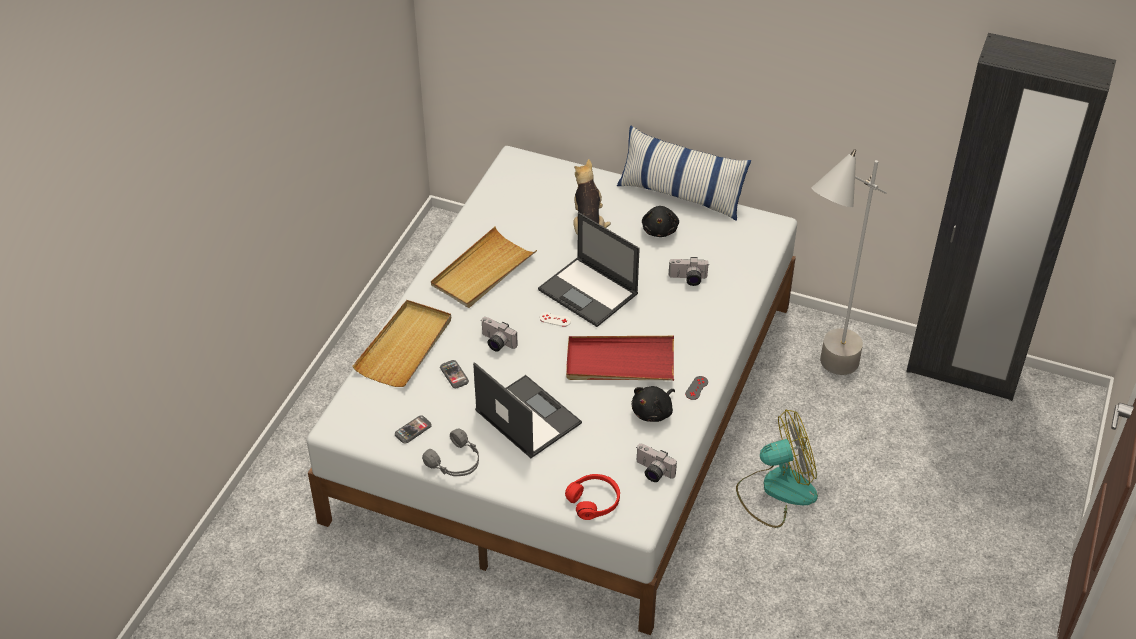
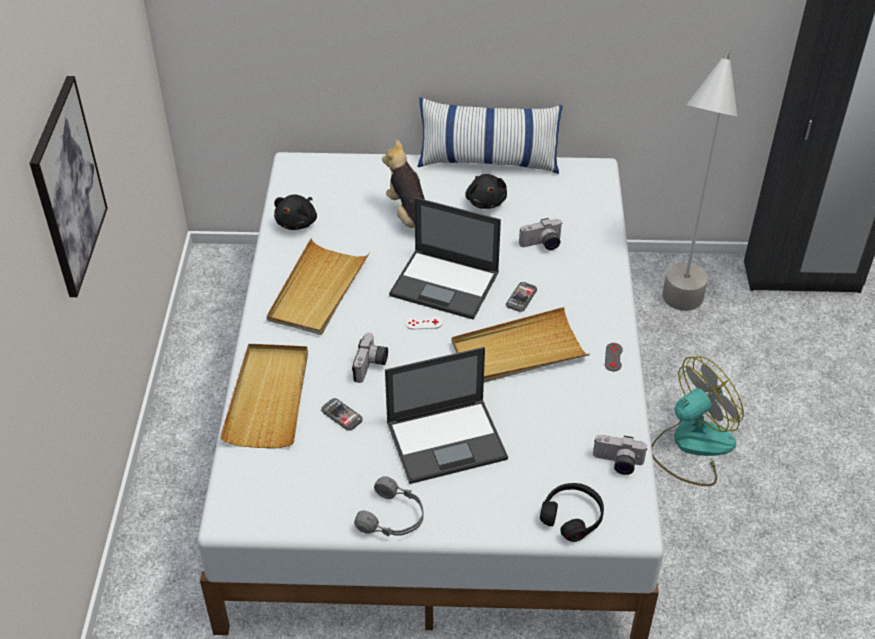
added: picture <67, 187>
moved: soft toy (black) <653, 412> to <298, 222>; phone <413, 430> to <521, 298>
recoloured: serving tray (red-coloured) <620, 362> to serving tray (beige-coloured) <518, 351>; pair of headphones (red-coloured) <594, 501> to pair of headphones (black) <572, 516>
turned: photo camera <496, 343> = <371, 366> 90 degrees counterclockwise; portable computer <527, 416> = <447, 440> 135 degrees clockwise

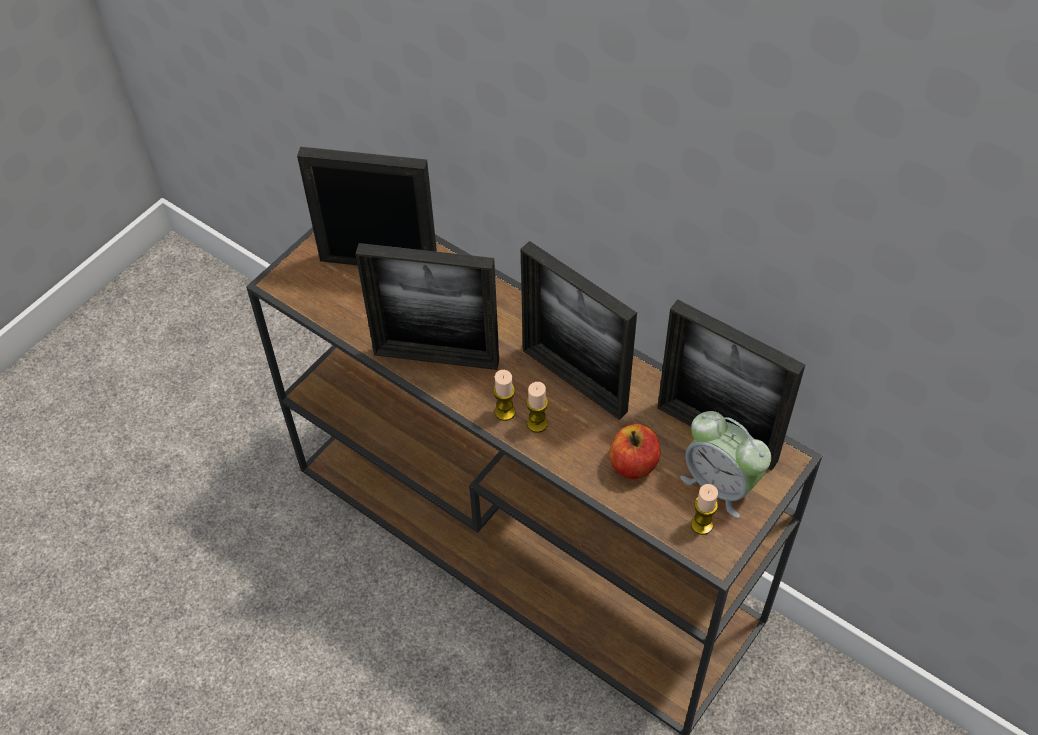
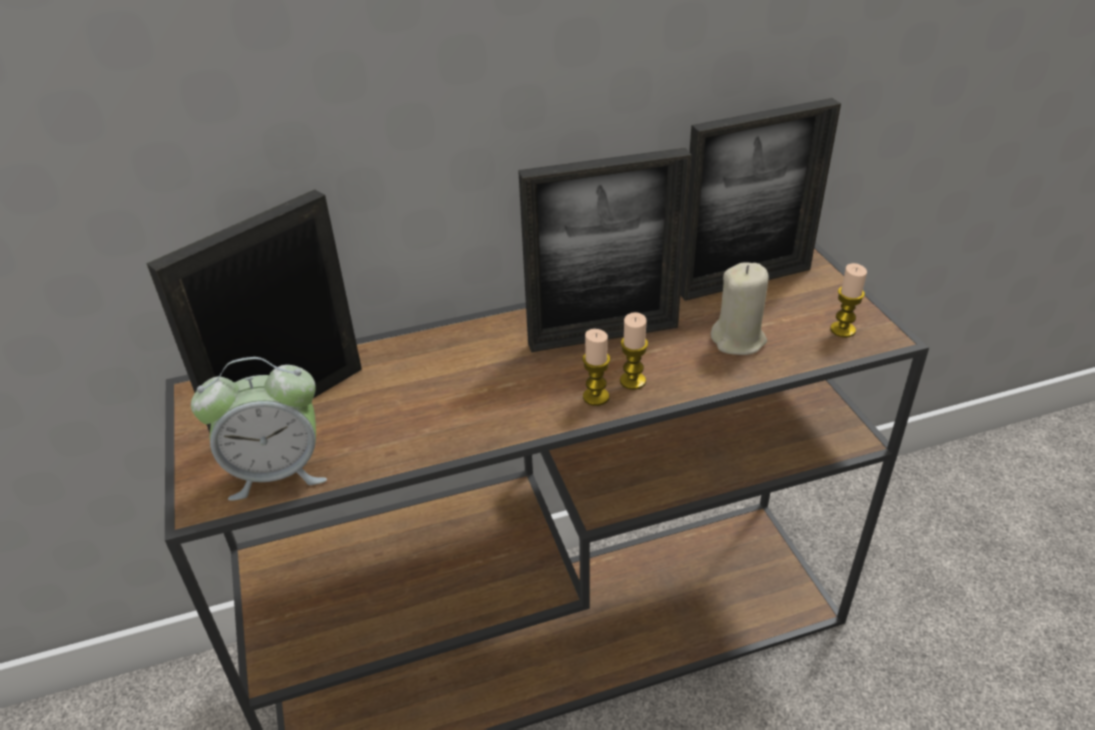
removed: standing frame <436, 357>
moved: alarm clock <720, 484> to <277, 472>
replaced: apple <633, 464> to wax candle (beige-coloured) <738, 340>

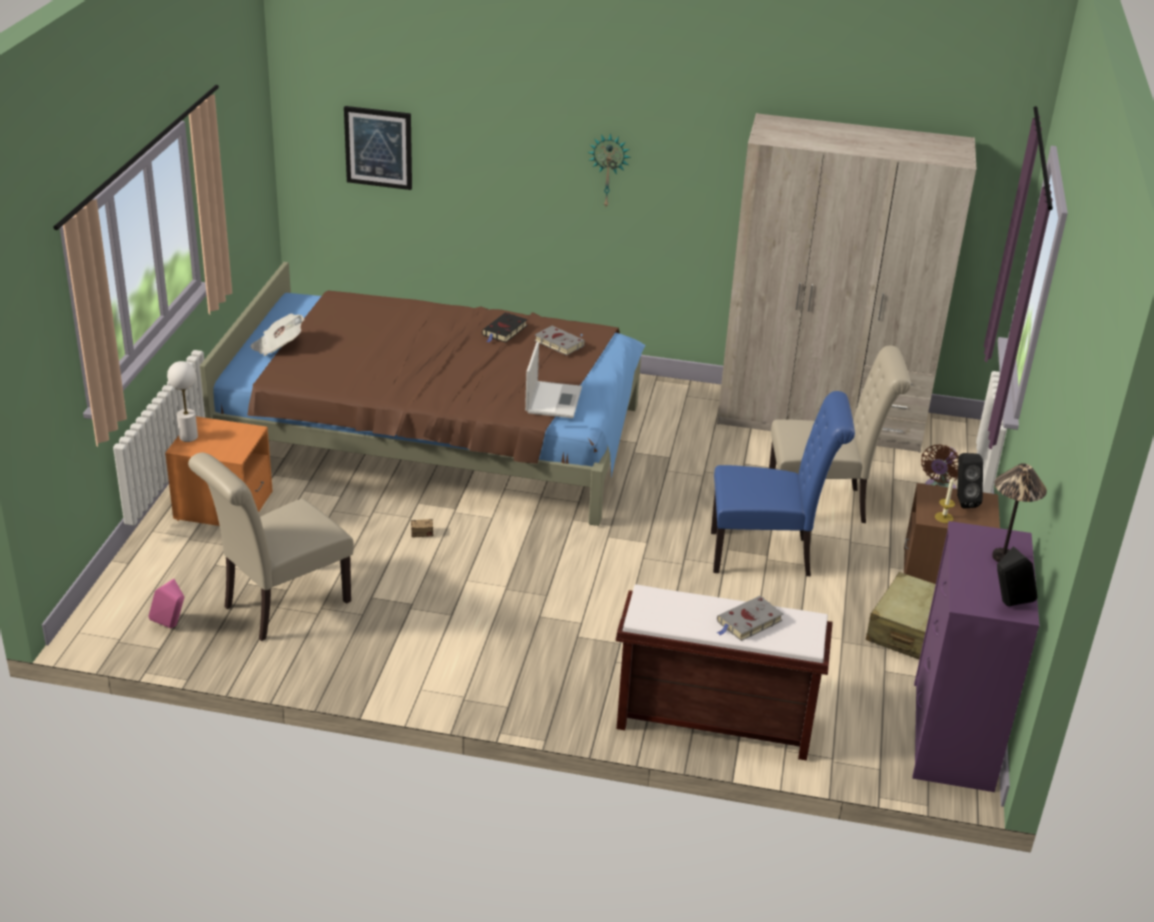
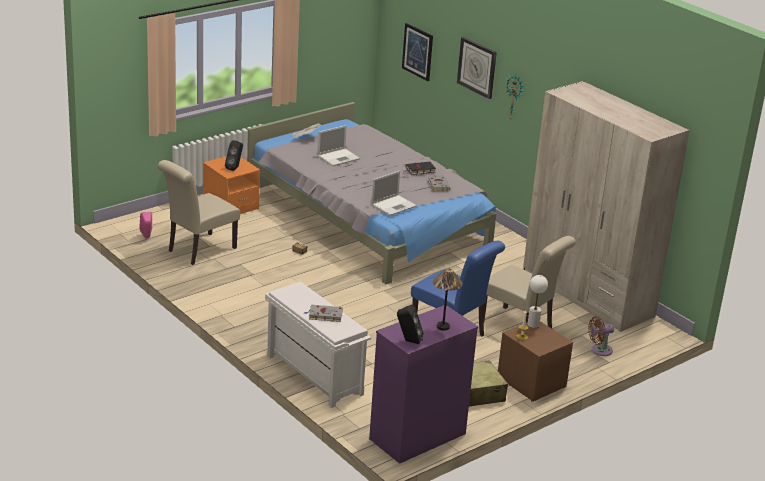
added: portable computer <339, 157>; hanging clock <477, 67>
moved: speaker (black) <962, 501> to <235, 168>; tabletop lamp (whitish) <188, 437> to <533, 324>
recoloured: bedroom bed (brown) <436, 436> to bedroom bed (gray) <367, 218>; indoor bench (brown) <712, 721> to indoor bench (whitish) <313, 374>
turned: chair (beige-coloured) <279, 606> = <198, 250> 45 degrees counterclockwise

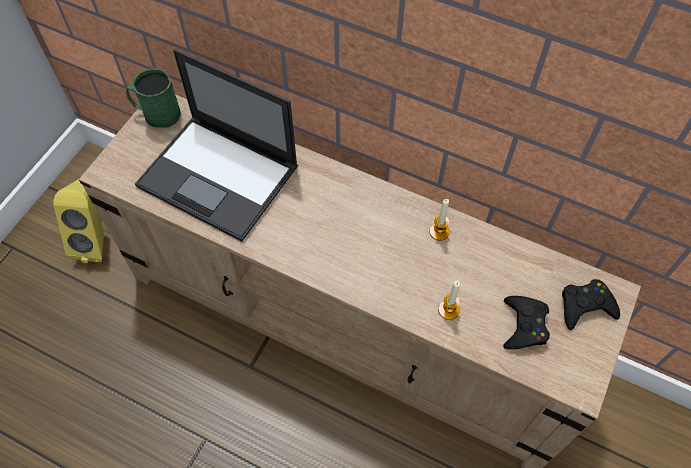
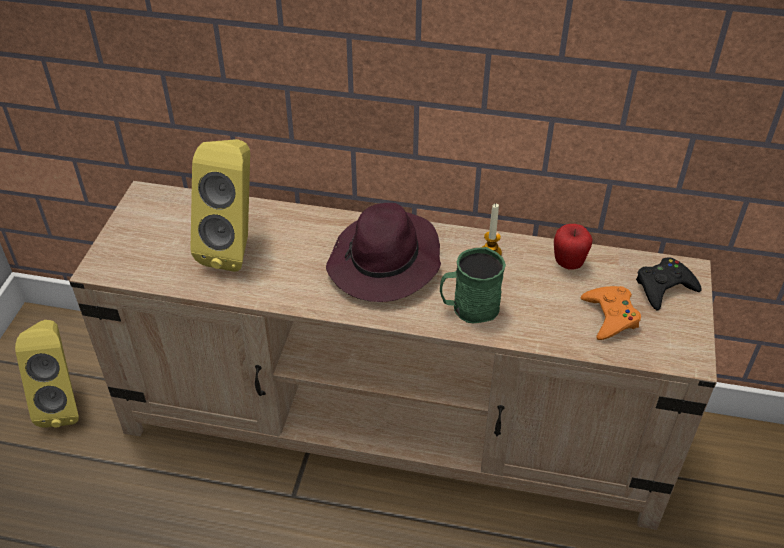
removed: wax candle <448, 310>
added: clothing hat (purplish) <385, 263>; apple <568, 263>
moved: tea mug (green) <157, 114> to <469, 308>
replaced: portable computer <220, 177> to speaker (yellowish) <235, 248>
recoloured: joypad (black) <524, 325> to joypad (orange-coloured) <610, 316>

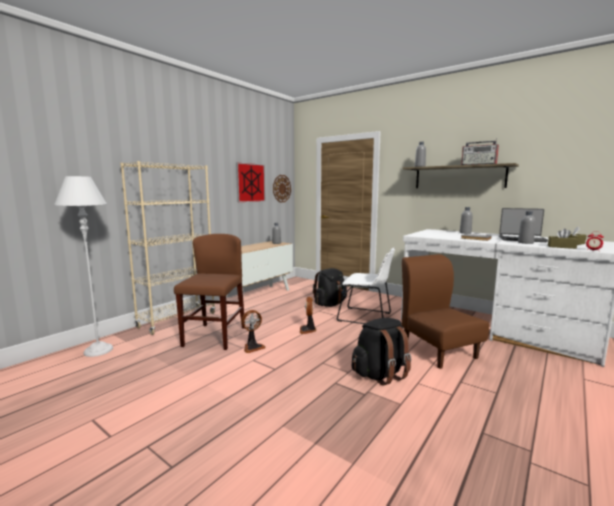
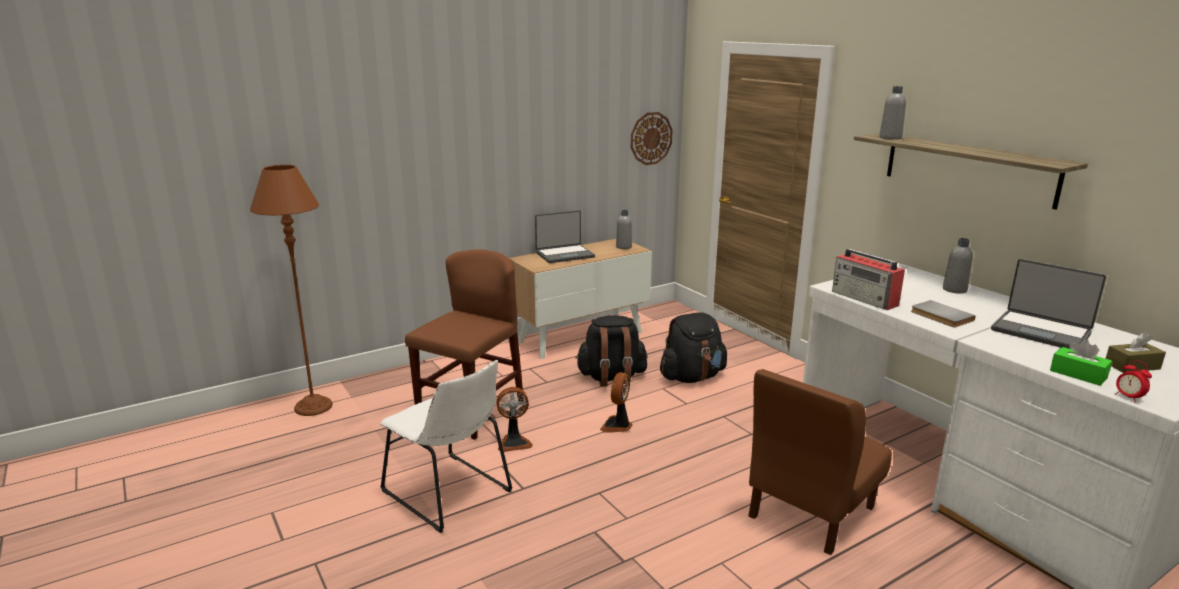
removed: bookshelf (beige-coloured) <177, 320>; picture <250, 182>; drink bottle (gray) <525, 242>
added: portable computer <564, 255>
moved: chair (whitish) <367, 317> to <450, 494>; backpack (black) <380, 374> to <611, 378>; radio <479, 164> to <865, 299>
recoloured: standing lamp (gray) <98, 350> to standing lamp (brown) <313, 407>; box of tissues (brown) <561, 247> to box of tissues (green) <1078, 374>
turned: chair (brown) <438, 350> = <810, 512> 135 degrees counterclockwise

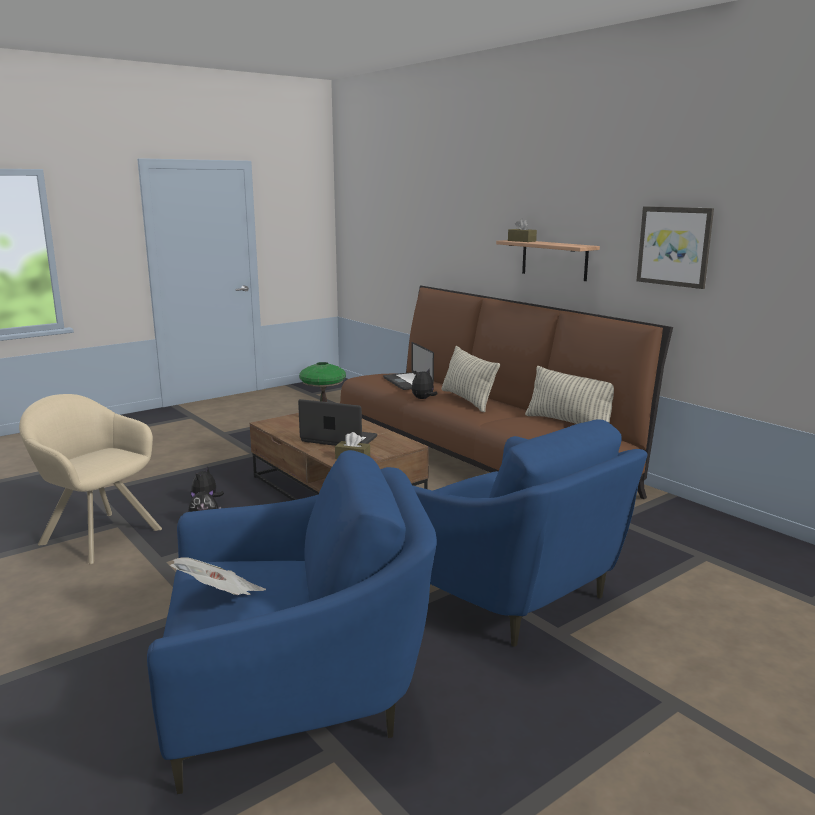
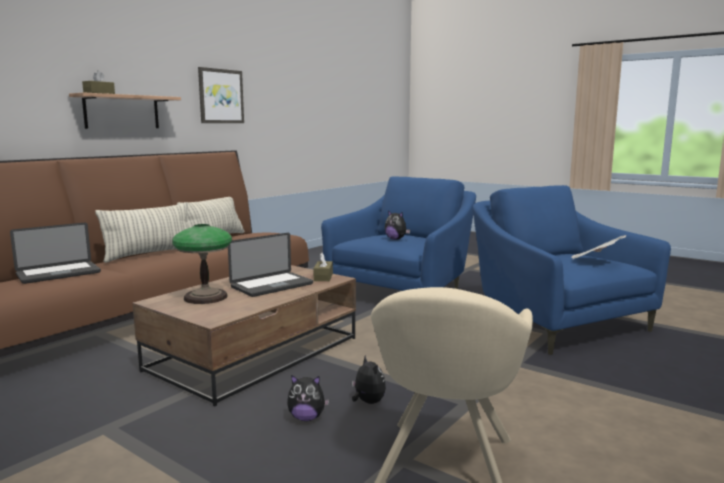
moved: soft toy <423, 399> to <396, 239>
turned: portable computer <339, 439> = <272, 285> 135 degrees counterclockwise

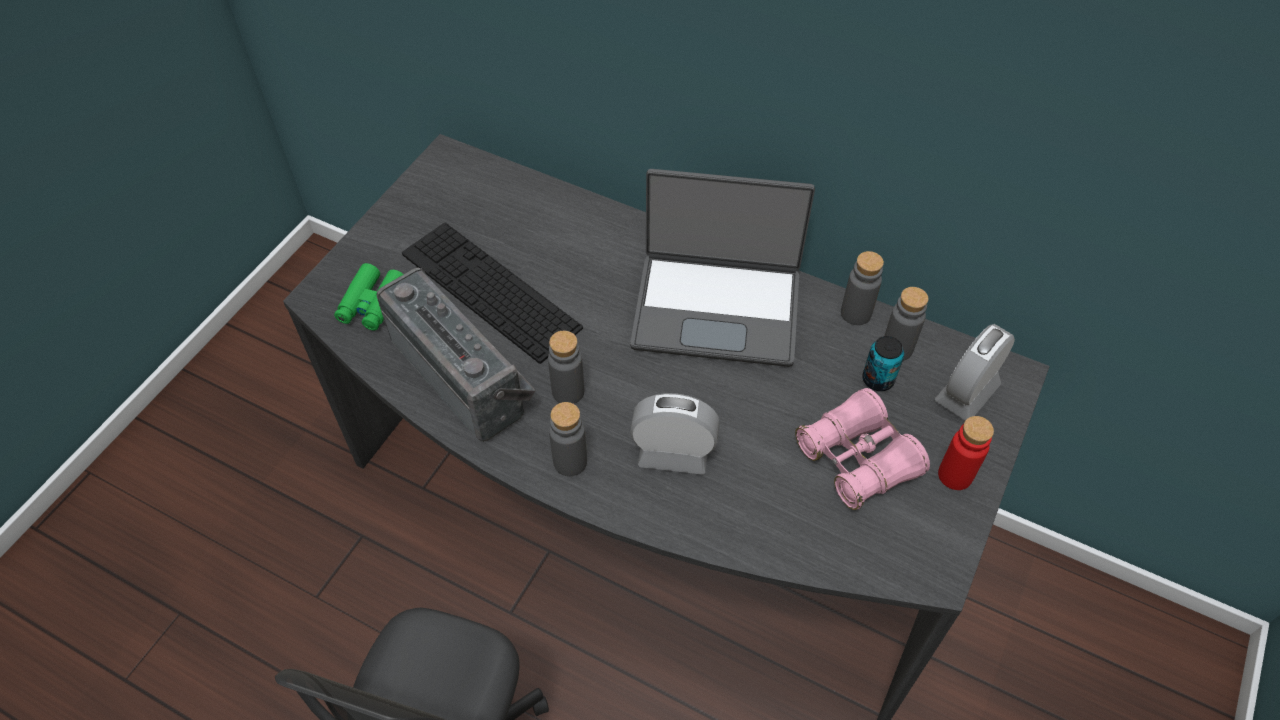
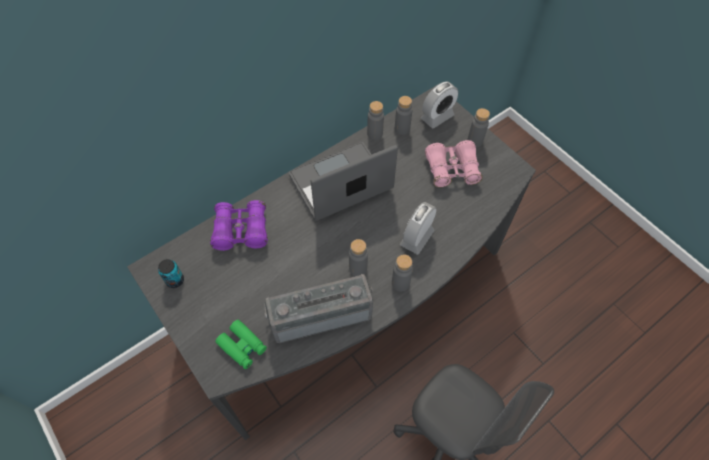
removed: keyboard <490, 290>
added: field glasses (purplish) <241, 231>
moved: sealed can <878, 379> to <175, 280>
recoloured: drink bottle (red-coloured) <955, 475> to drink bottle (gray) <475, 141>
turned: portable computer <717, 308> = <341, 184> 150 degrees counterclockwise; alarm clock <967, 393> = <437, 117> 105 degrees counterclockwise

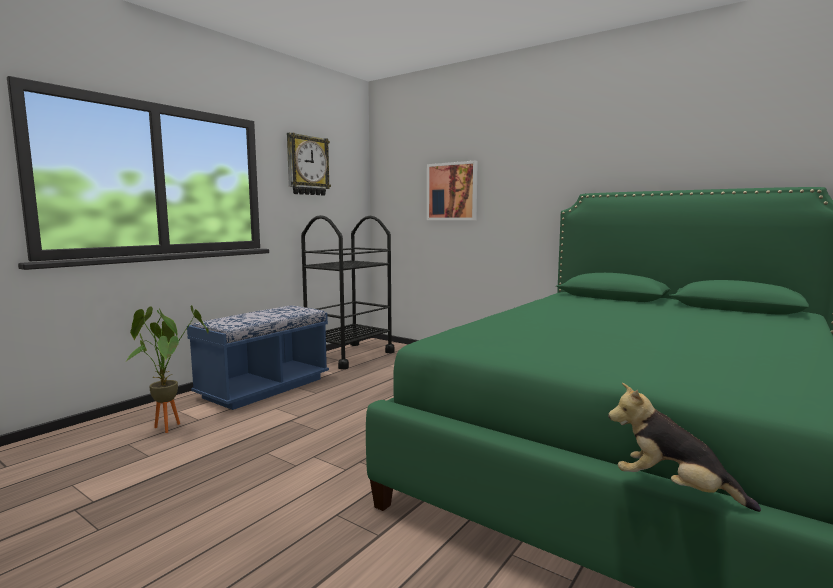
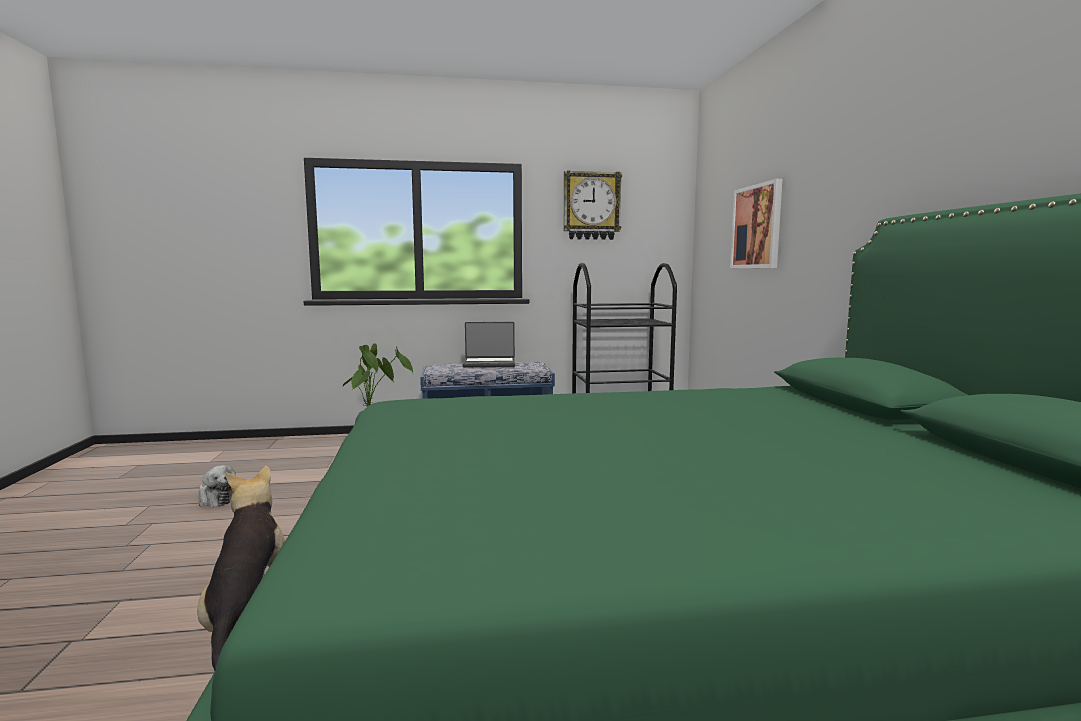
added: soft toy <216, 500>; portable computer <489, 364>

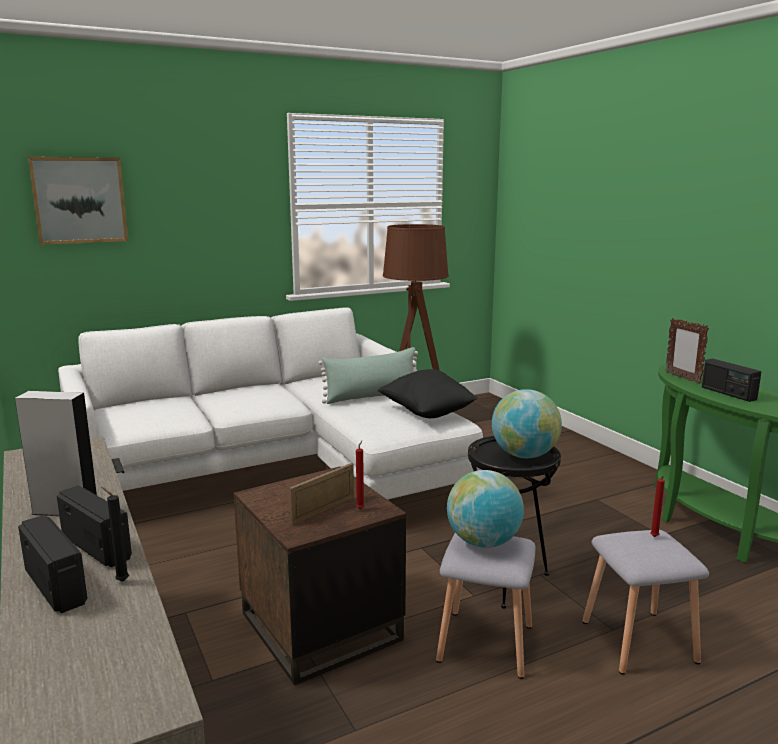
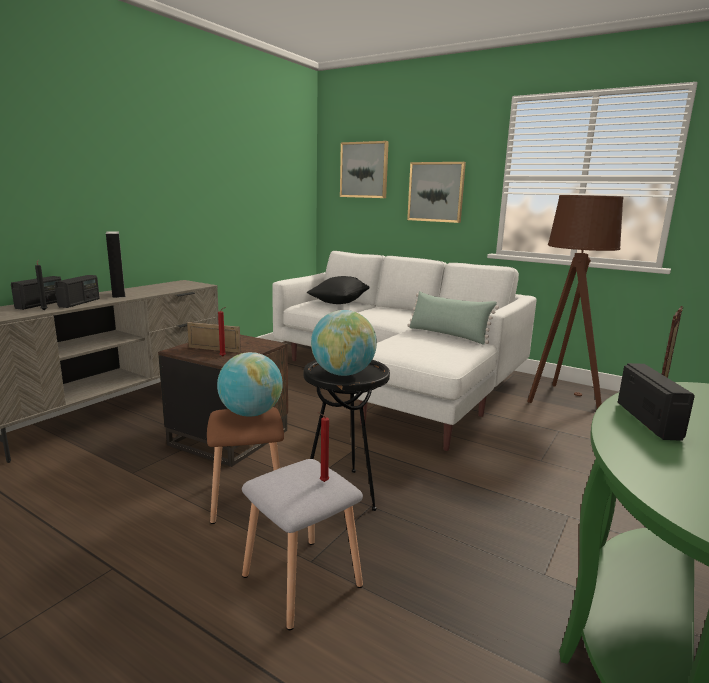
added: picture <436, 192>
moved: throw pillow (black) <427, 413> to <339, 302>
recoloured: stool seat (gray) <483, 643> to stool seat (brown) <246, 498>
turned: radio <728, 393> = <649, 420> 150 degrees clockwise

